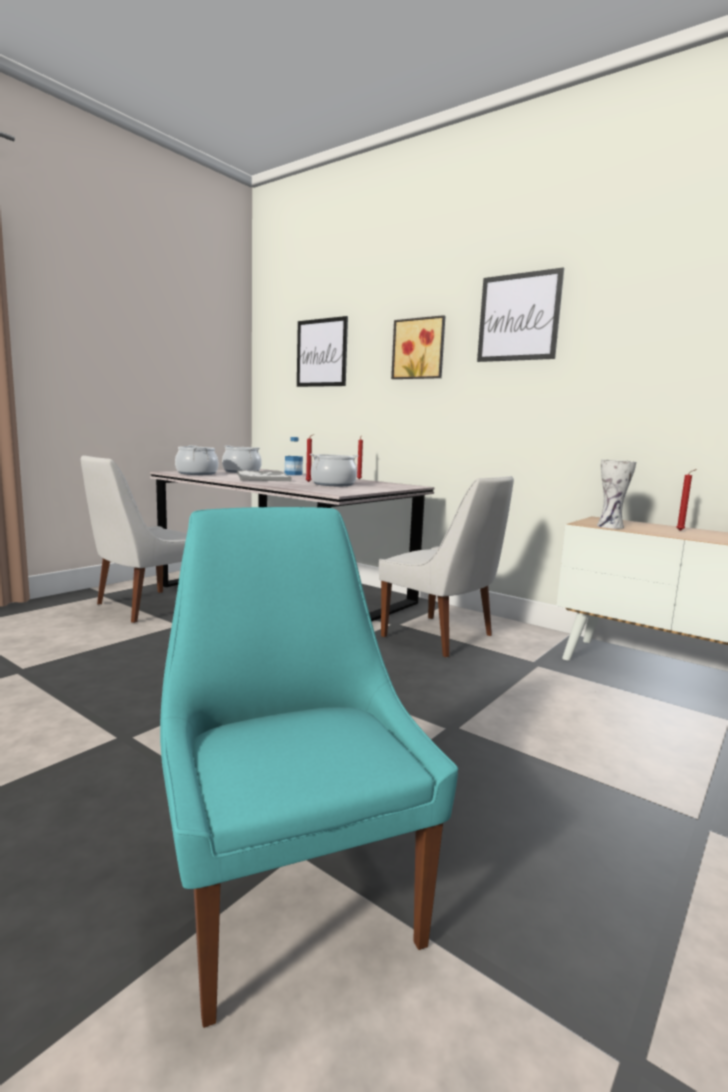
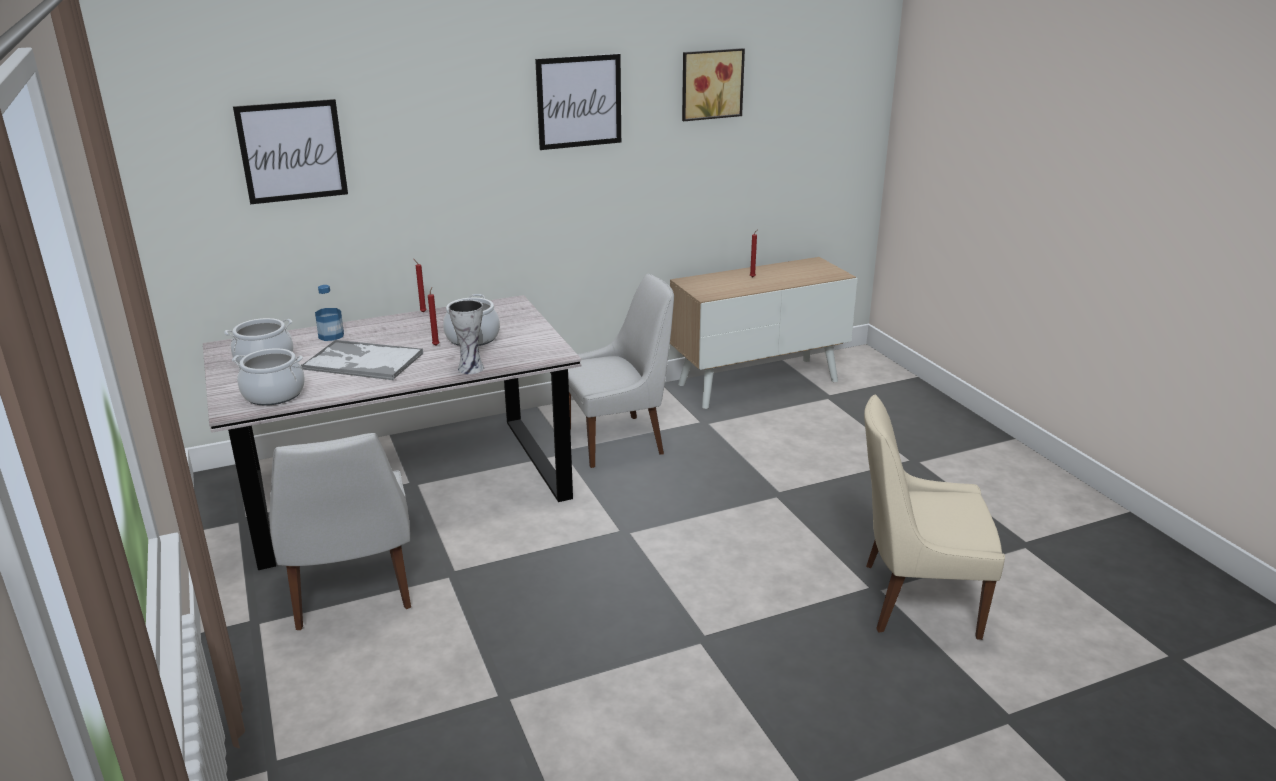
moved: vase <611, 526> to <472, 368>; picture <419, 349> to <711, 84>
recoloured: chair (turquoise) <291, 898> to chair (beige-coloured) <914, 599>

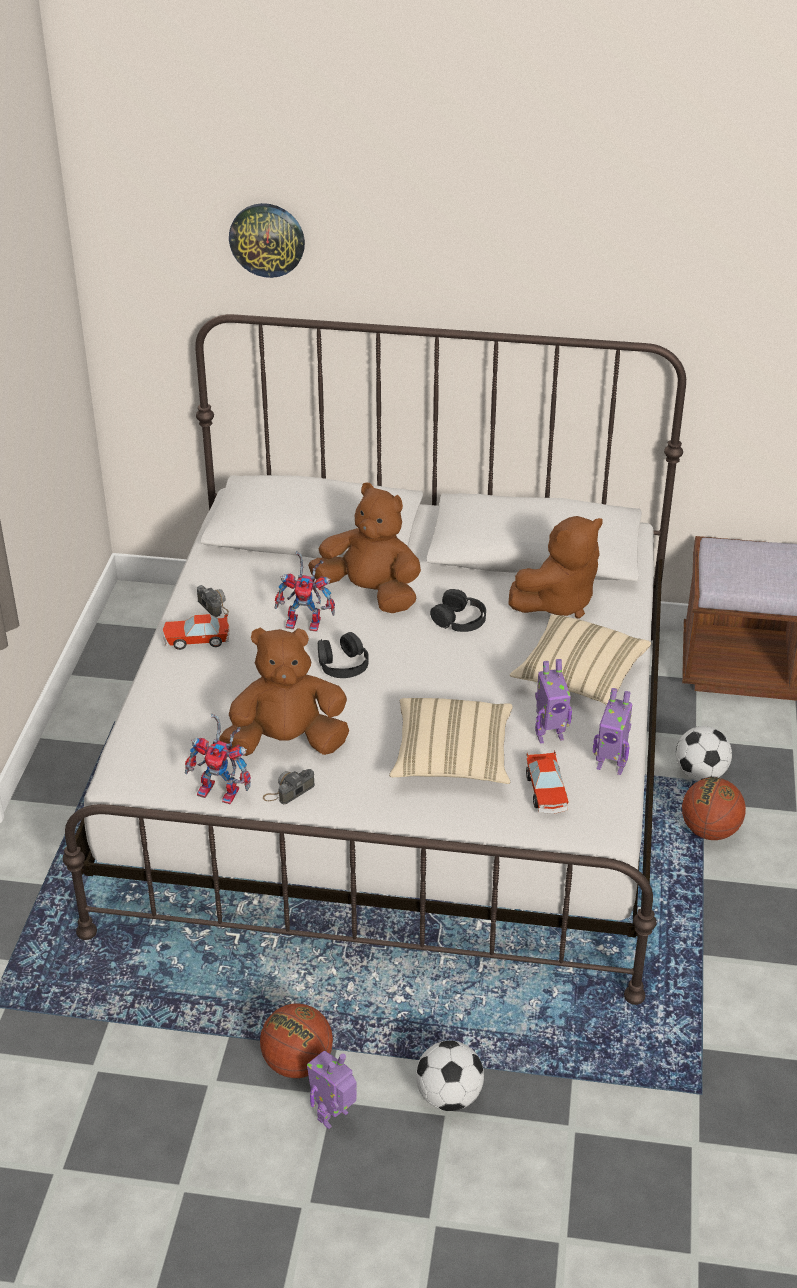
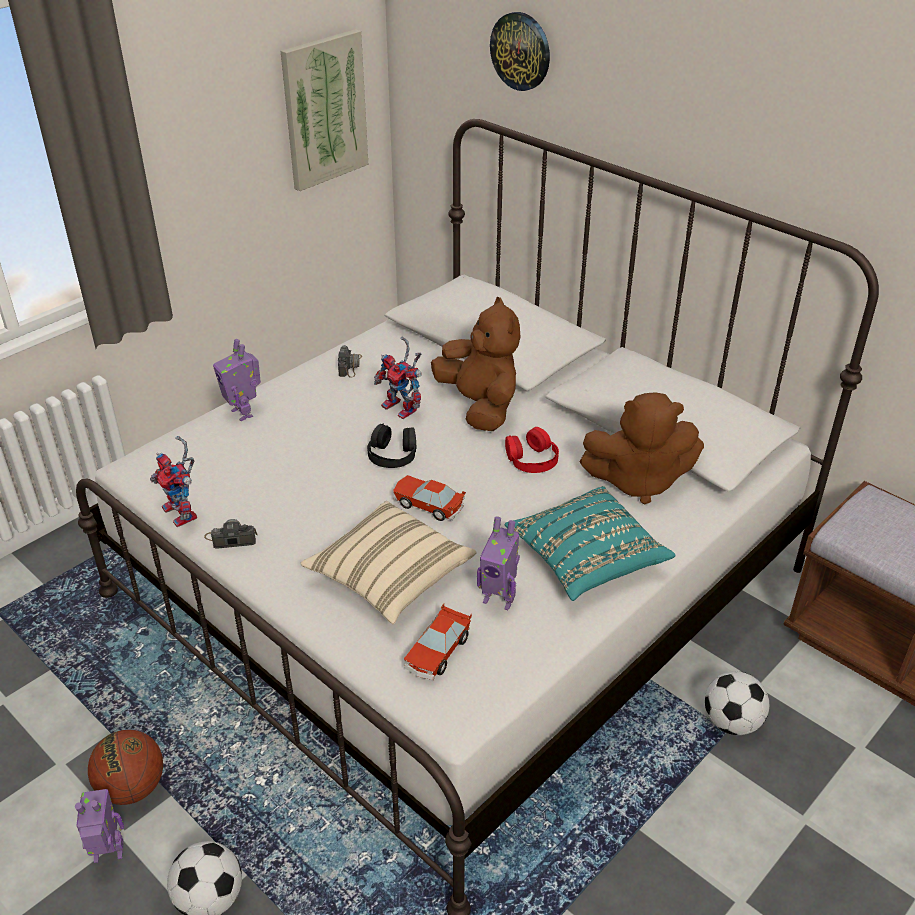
removed: soft toy (brown) <287, 743>; ball for basketball <709, 831>
added: picture <324, 110>
moved: model robot <611, 765> to <243, 413>; toy car <196, 640> to <428, 505>
recoloured: pair of headphones (black) <459, 619> to pair of headphones (red-coloured) <532, 459>; throw pillow (beige-coloured) <579, 677> to throw pillow (turquoise) <586, 559>

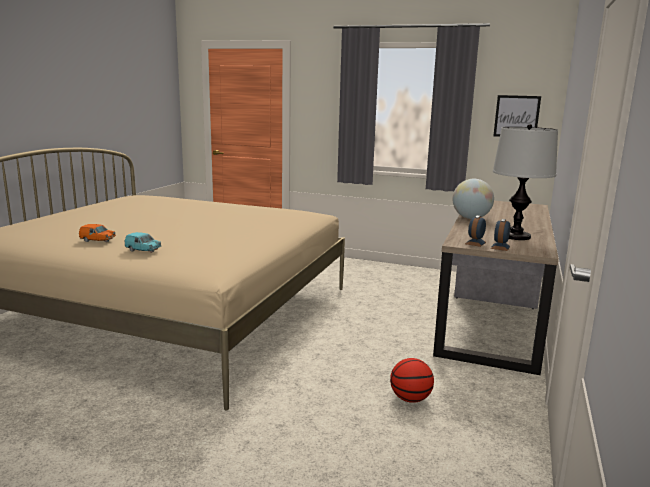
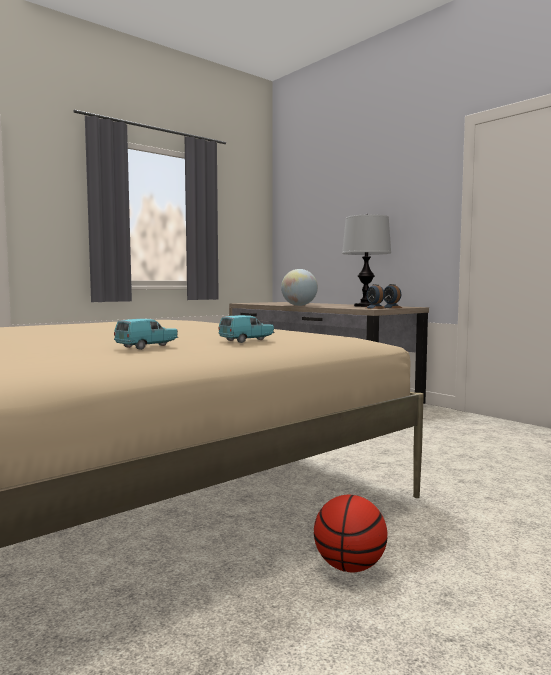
removed: picture <516, 116>
moved: ball for basketball <410, 399> to <350, 567>
recoloured: toy car (orange-coloured) <98, 241> to toy car (turquoise) <147, 347>

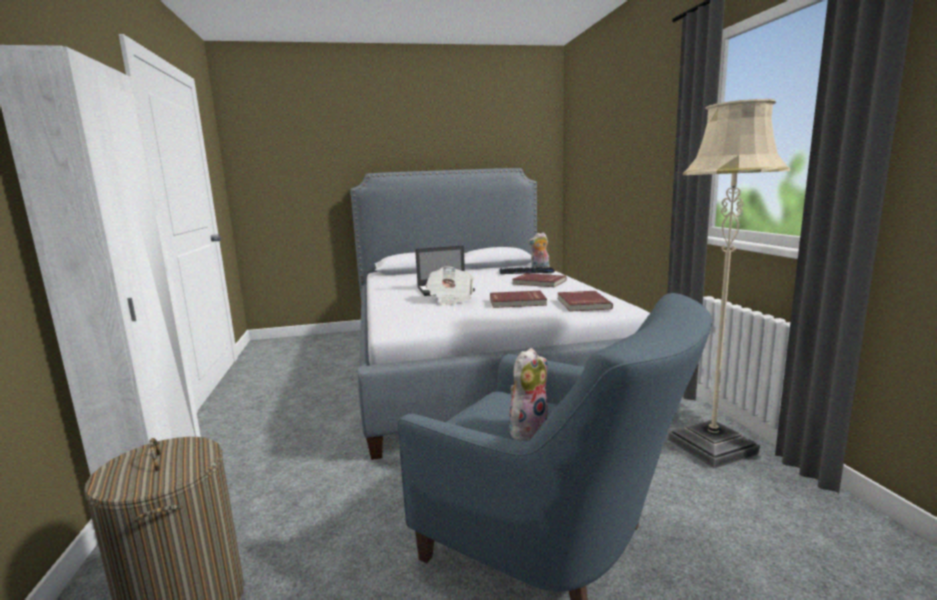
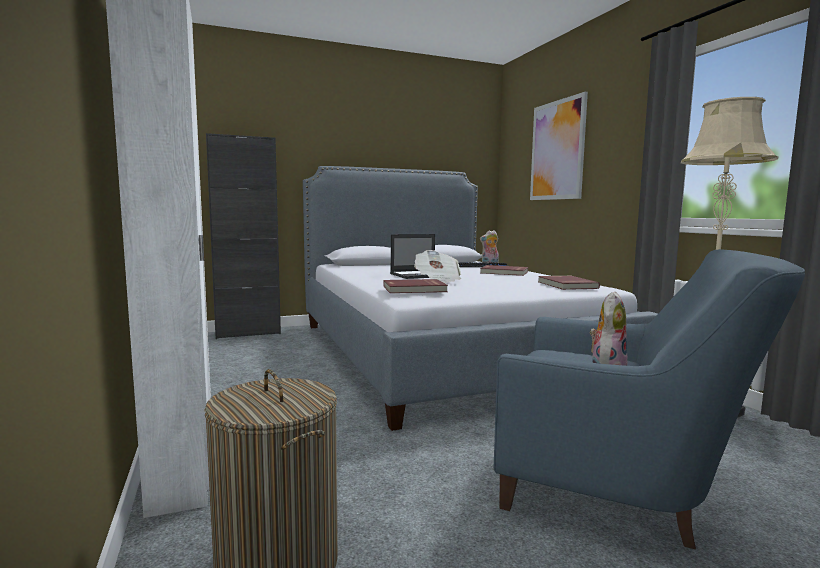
added: storage cabinet (black) <248, 333>; picture <557, 150>
moved: book (red-coloured) <517, 302> to <414, 289>

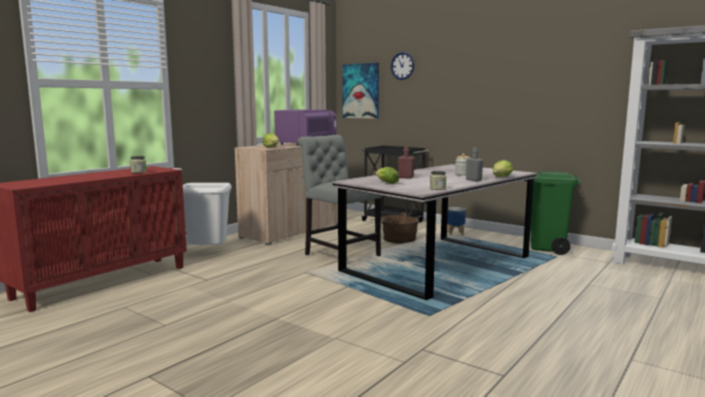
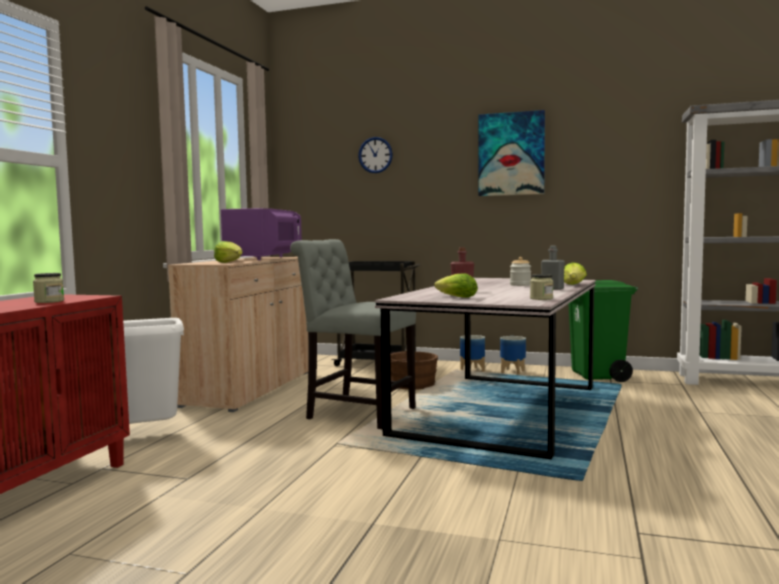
added: flower pot <513, 371>
moved: picture <361, 91> to <511, 154>

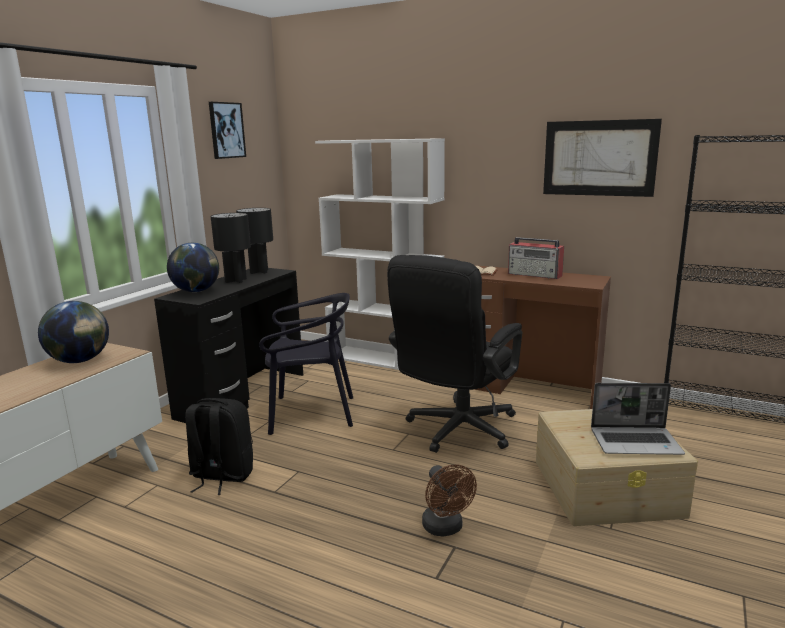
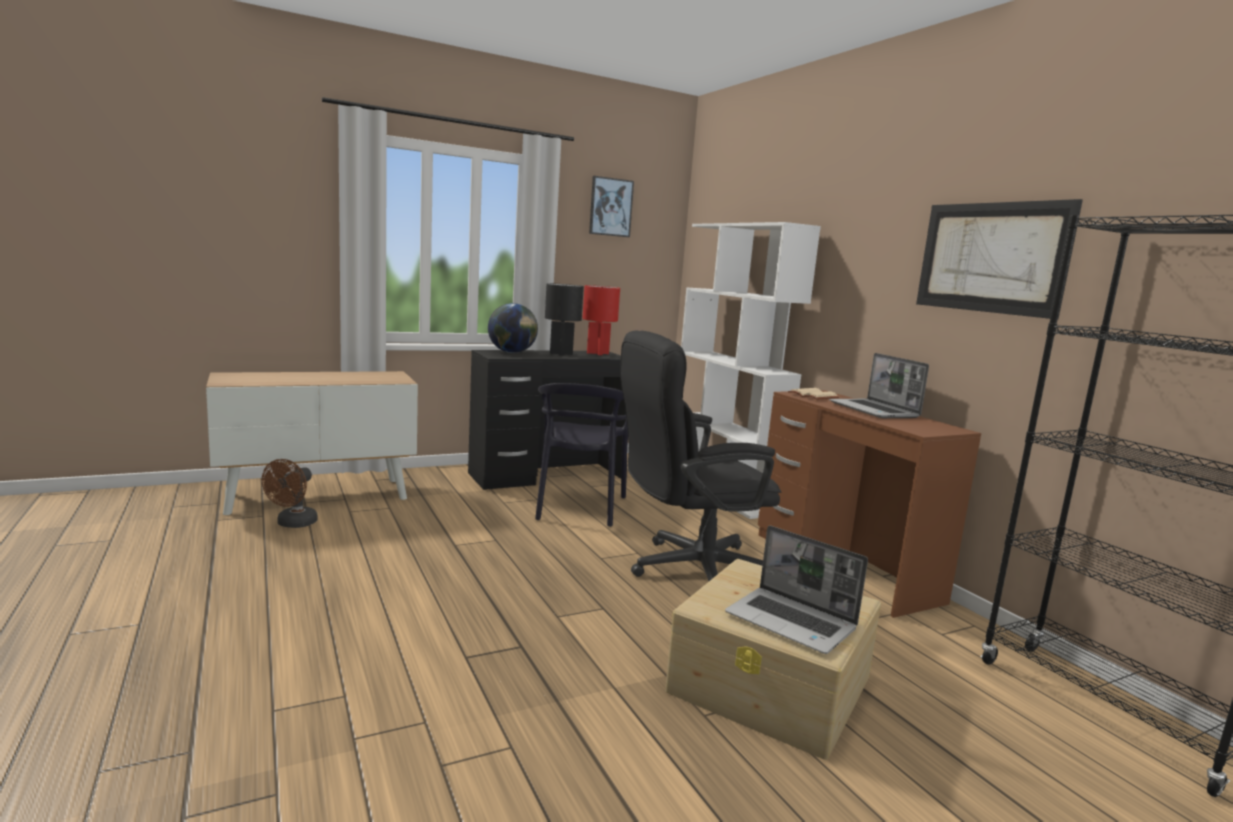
removed: world globe <80, 361>; backpack (black) <221, 476>
moved: fan (brown) <445, 528> to <293, 524>
replaced: radio <535, 275> to portable computer <874, 410>
recoloured: tabletop lamp (black) <258, 271> to tabletop lamp (red-coloured) <597, 353>
turned: chair (black) <311, 413> = <578, 507> 60 degrees clockwise

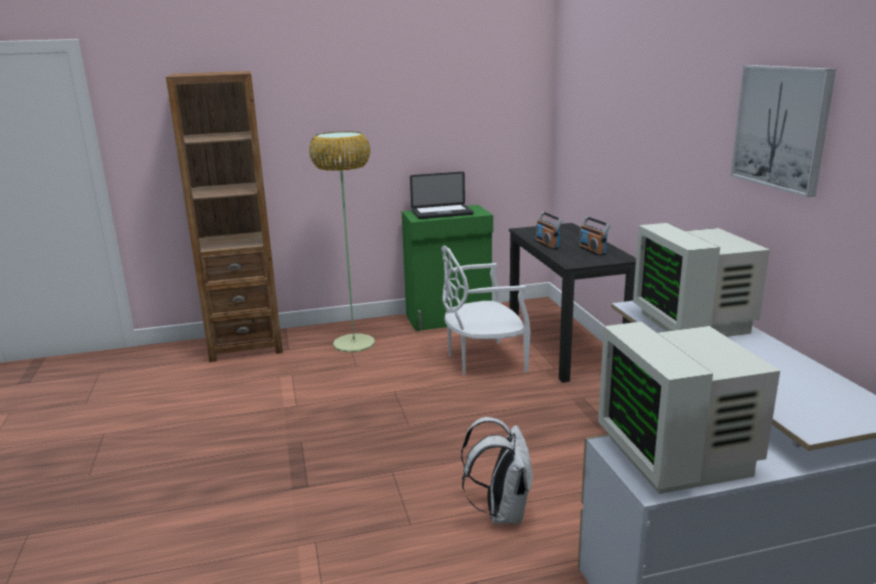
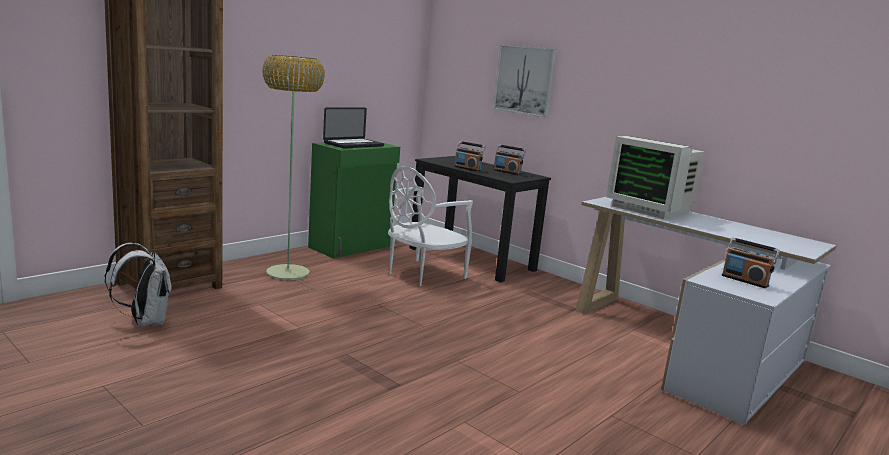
moved: backpack (whitish) <501, 512> to <145, 322>; picture <781, 127> to <524, 80>
replaced: monitor <679, 455> to radio <745, 281>

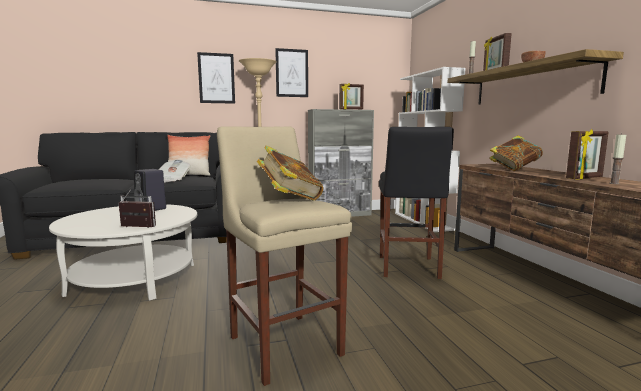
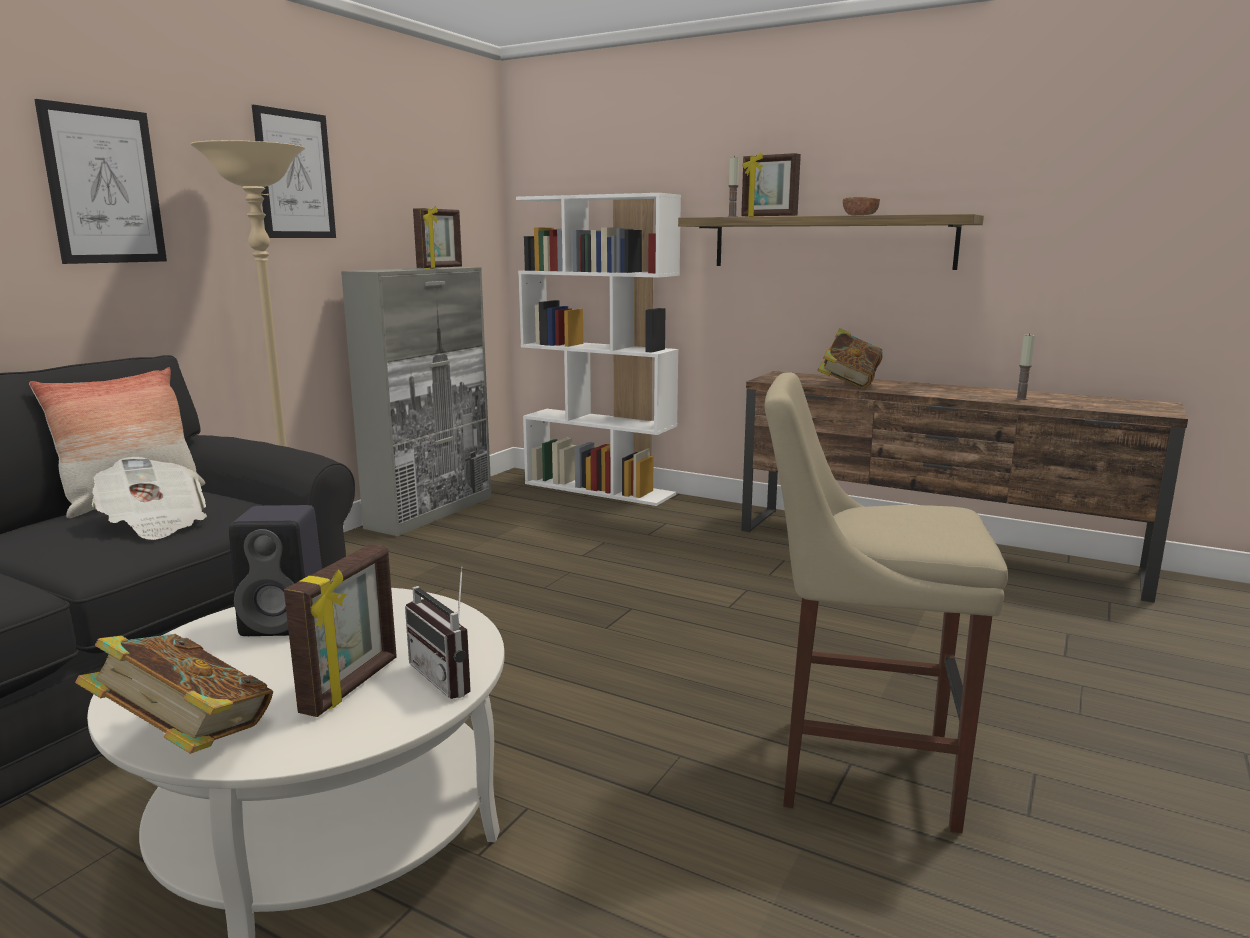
removed: stool seat (black) <408, 268>
moved: book <290, 199> to <188, 740>; standing frame <585, 178> to <352, 685>
turned: radio <135, 228> = <450, 677> 90 degrees counterclockwise

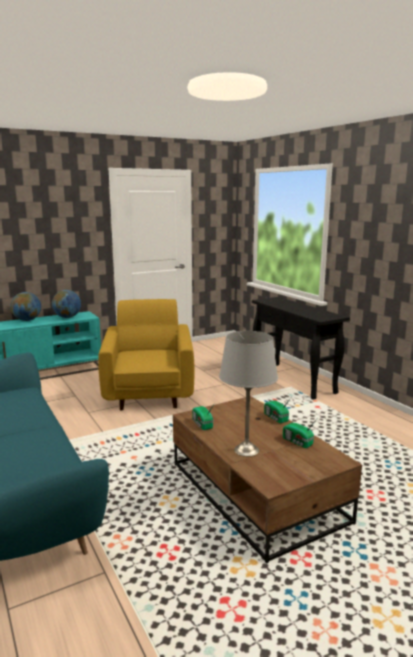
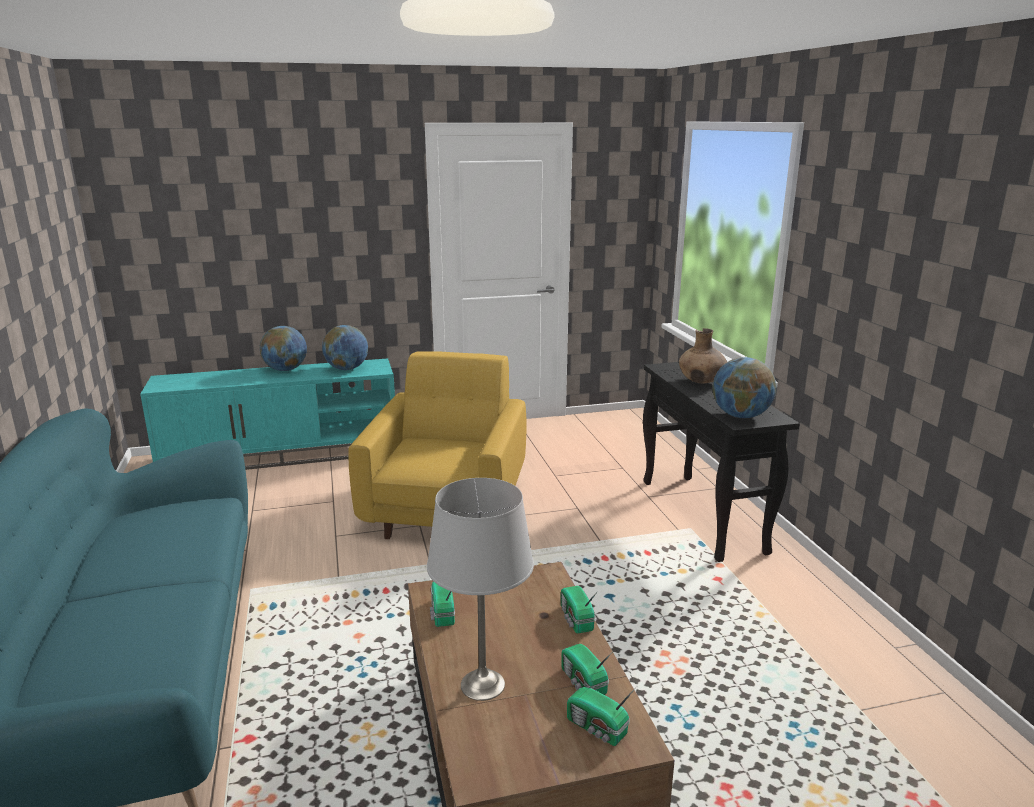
added: radio <597, 728>; vase (brown) <701, 382>; world globe <740, 416>

